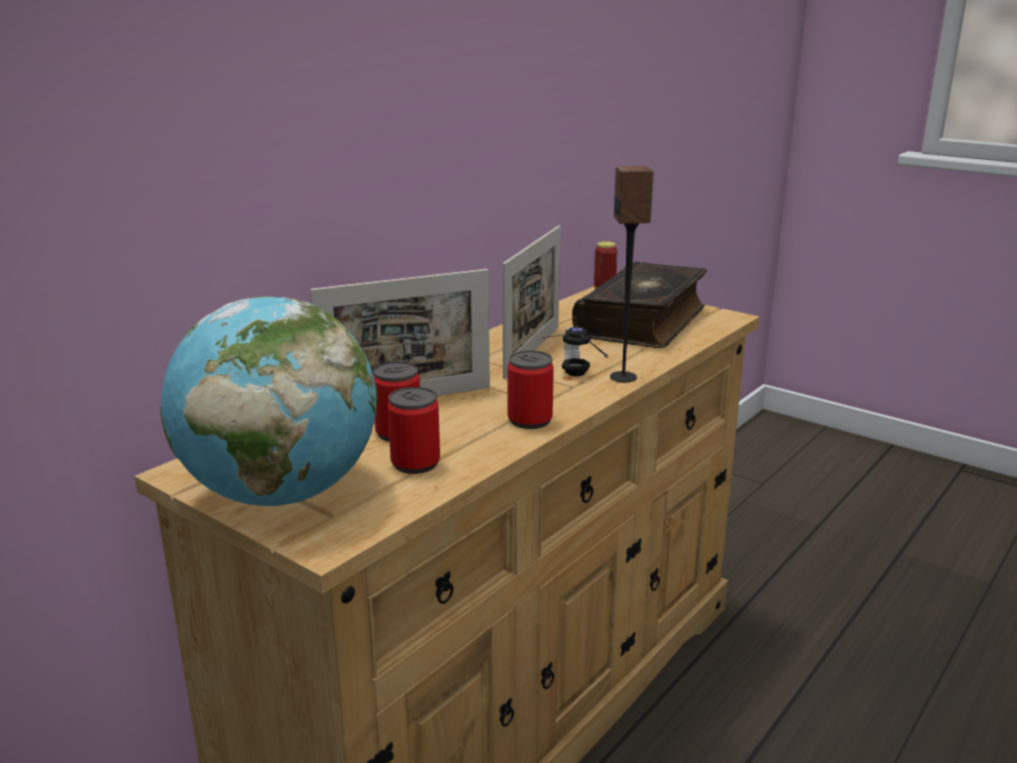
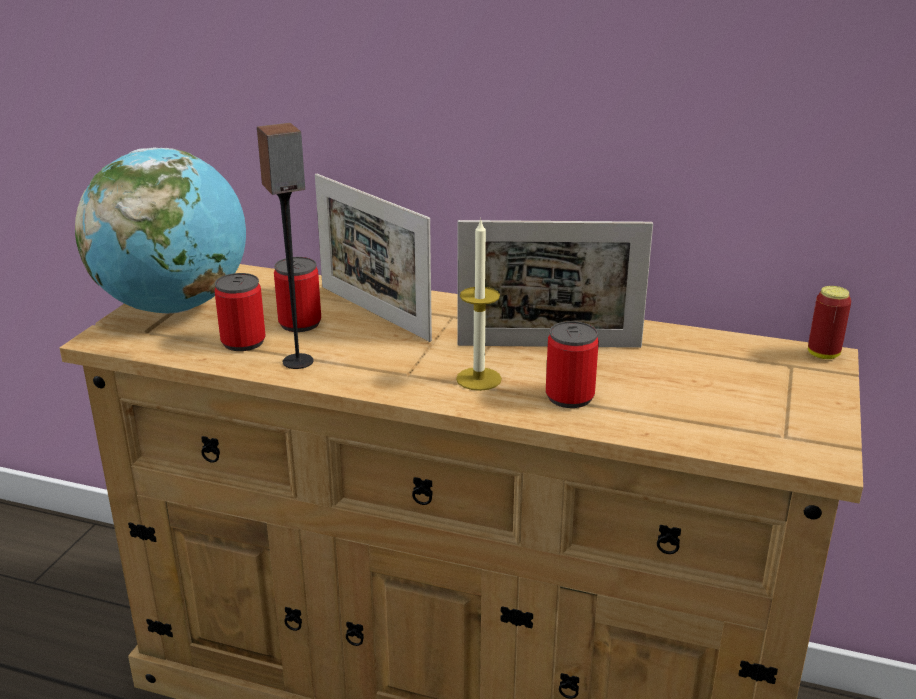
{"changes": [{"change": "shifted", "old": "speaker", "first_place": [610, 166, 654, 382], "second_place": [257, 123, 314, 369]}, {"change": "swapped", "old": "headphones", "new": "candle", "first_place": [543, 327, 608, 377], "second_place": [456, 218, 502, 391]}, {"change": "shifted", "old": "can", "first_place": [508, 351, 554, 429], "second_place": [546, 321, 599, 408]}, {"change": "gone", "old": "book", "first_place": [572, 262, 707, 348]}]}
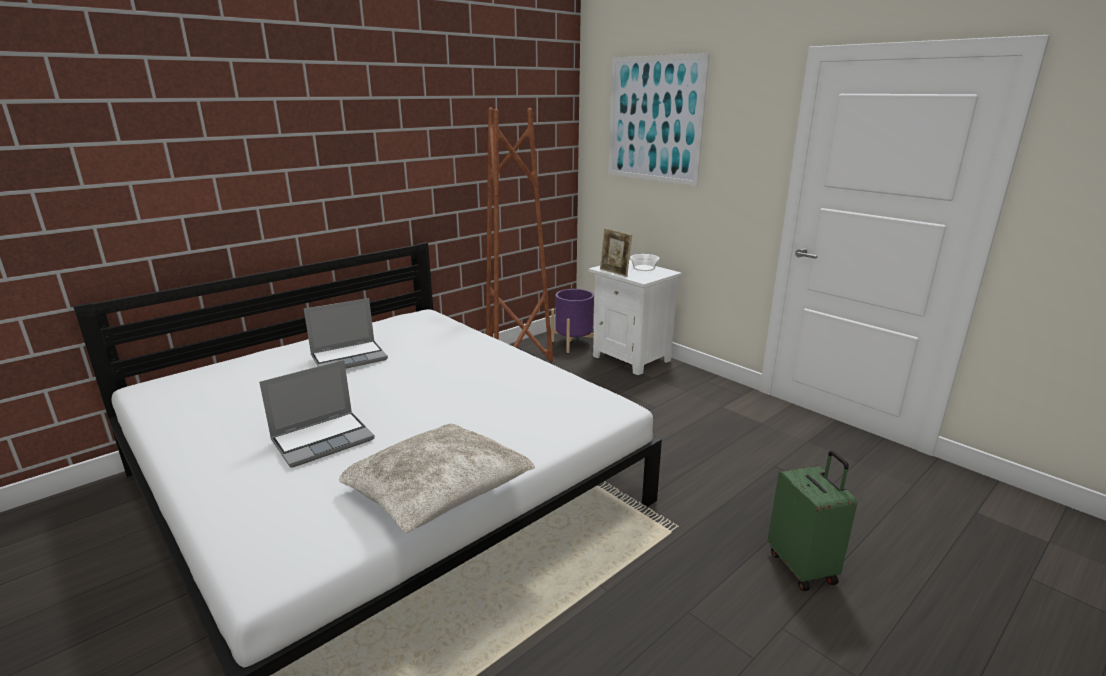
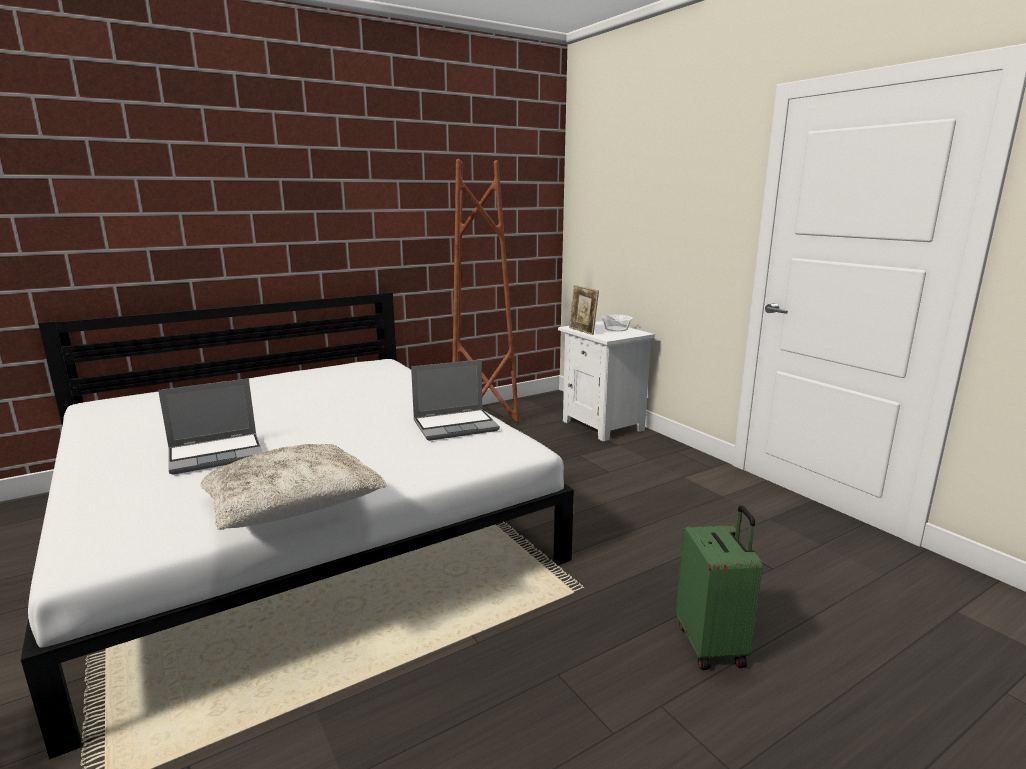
{"changes": [{"change": "shifted", "old": "laptop", "first_place": [304, 298, 388, 369], "second_place": [411, 360, 500, 441]}, {"change": "gone", "old": "purple planter", "first_place": [551, 289, 594, 353]}, {"change": "gone", "old": "picture", "first_place": [608, 53, 710, 186]}]}
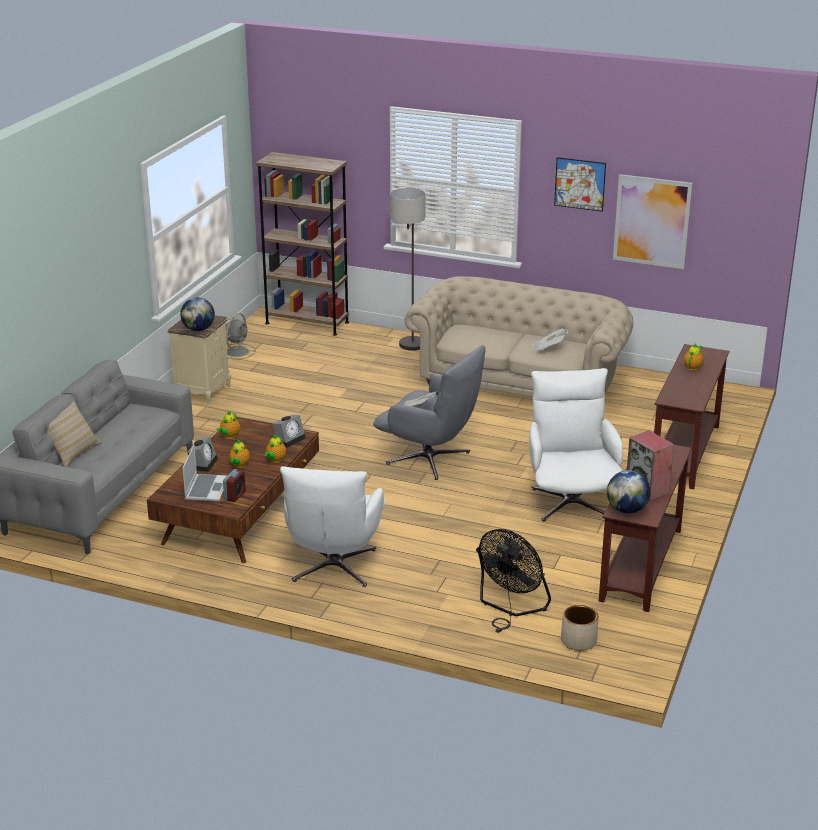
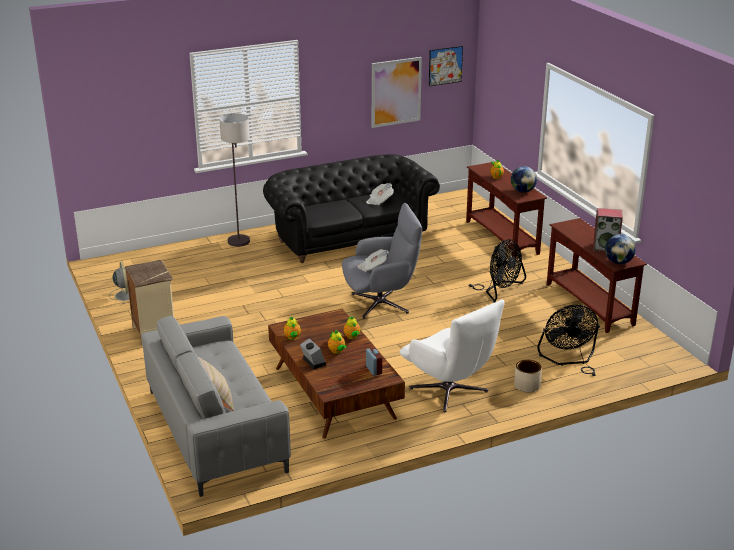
{"changes": [{"change": "repainted", "old": "beige sofa", "new": "black sofa", "first_place": [404, 276, 633, 397], "second_place": [263, 154, 440, 263]}, {"change": "shifted", "old": "picture", "first_place": [554, 157, 606, 212], "second_place": [429, 46, 463, 86]}, {"change": "swapped", "old": "white armchair", "new": "black fan", "first_place": [529, 368, 623, 522], "second_place": [469, 239, 526, 302]}, {"change": "shifted", "old": "globe", "first_place": [180, 297, 215, 331], "second_place": [511, 166, 537, 193]}, {"change": "shifted", "old": "beige planter", "first_place": [561, 605, 599, 651], "second_place": [514, 360, 542, 393]}, {"change": "gone", "old": "laptop", "first_place": [183, 445, 227, 501]}, {"change": "gone", "old": "brown bookcase", "first_place": [256, 152, 349, 336]}, {"change": "gone", "old": "alarm clock", "first_place": [273, 415, 305, 448]}]}
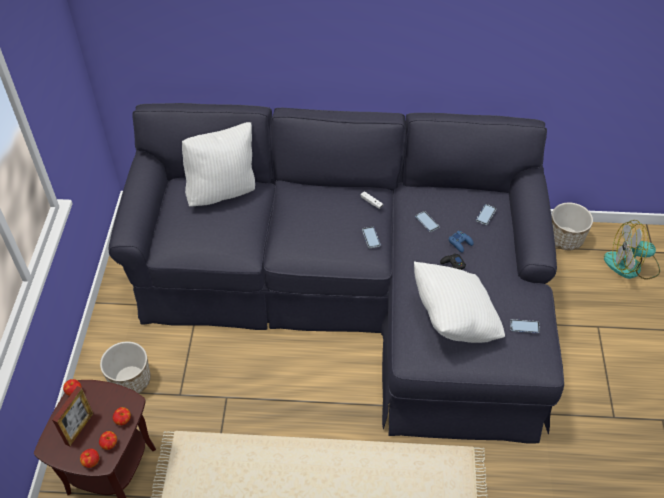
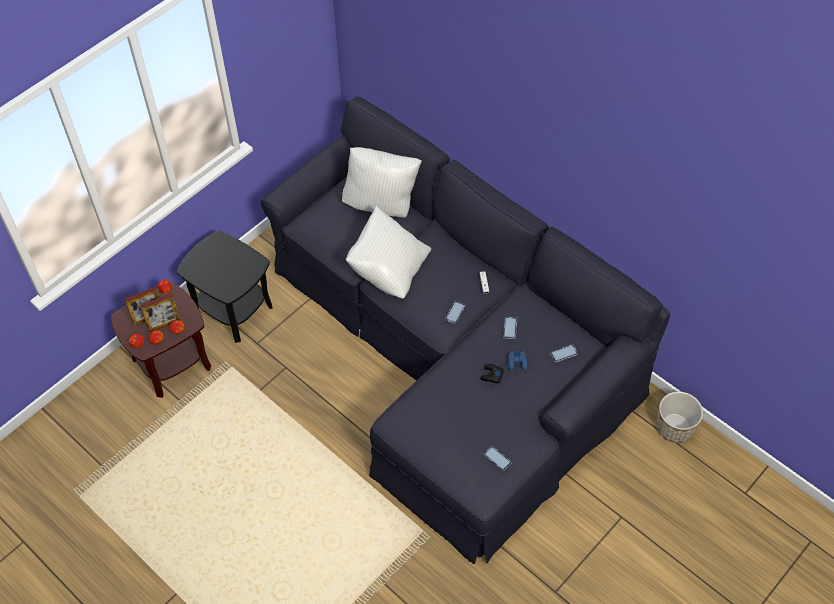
{"changes": [{"change": "new", "new": "picture frame", "second_place": [140, 294, 181, 332]}, {"change": "swapped", "old": "planter", "new": "black side table", "first_place": [100, 341, 151, 394], "second_place": [177, 230, 273, 343]}, {"change": "shifted", "old": "white pillow", "first_place": [414, 261, 505, 343], "second_place": [346, 206, 431, 299]}, {"change": "gone", "old": "fan", "first_place": [604, 220, 660, 280]}]}
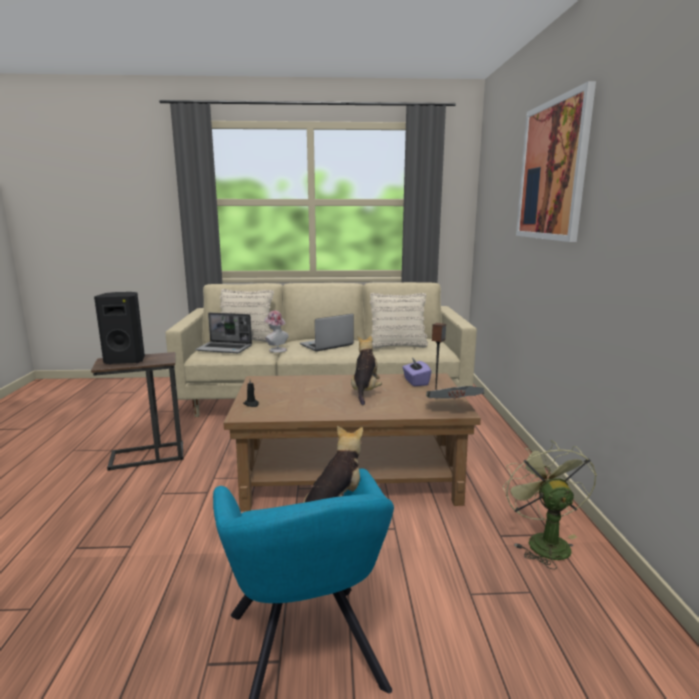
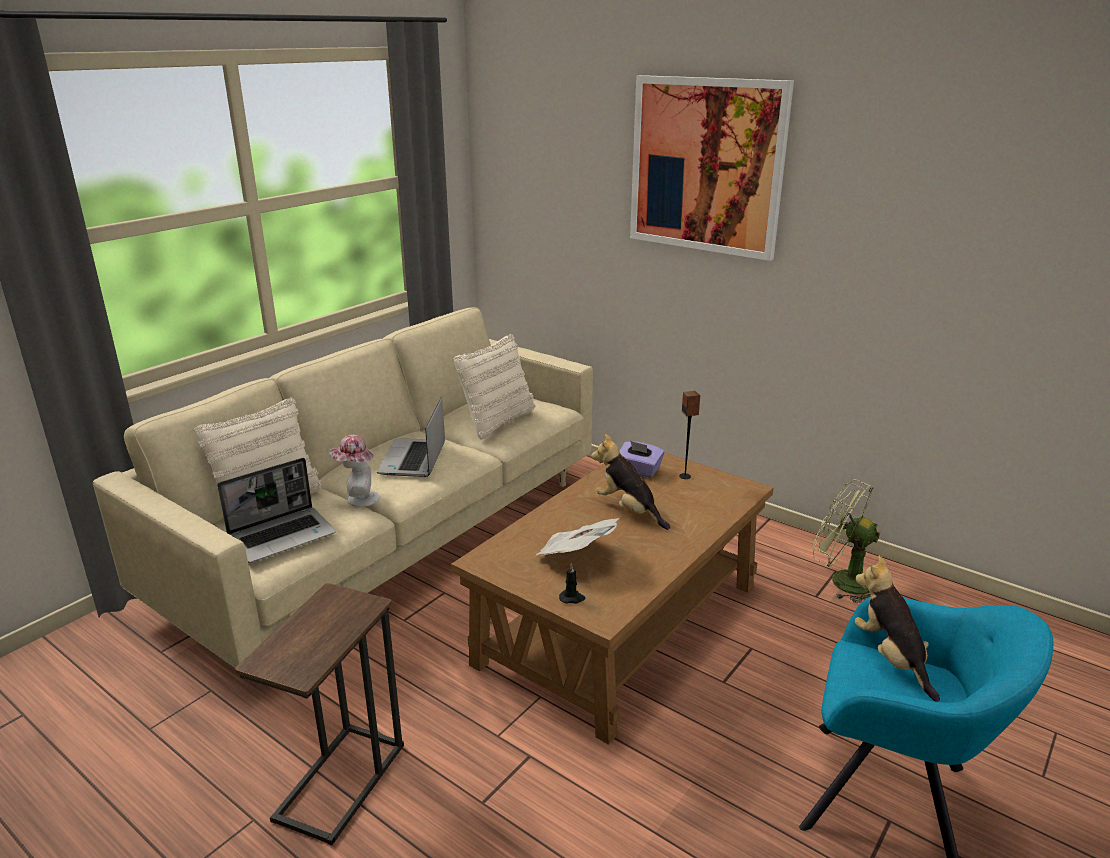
{"changes": [{"change": "shifted", "old": "newspaper", "first_place": [426, 386, 485, 399], "second_place": [536, 518, 620, 555]}, {"change": "gone", "old": "black speaker", "first_place": [94, 292, 145, 364]}]}
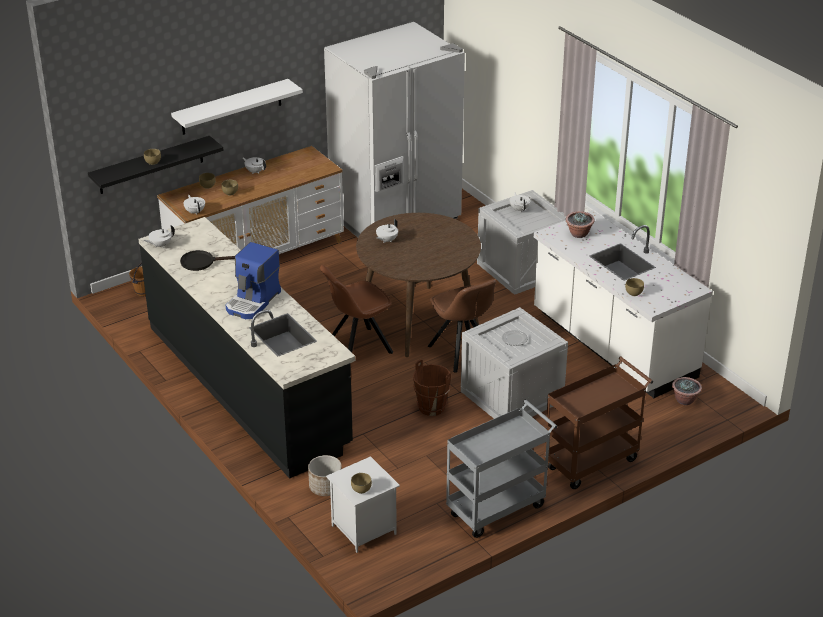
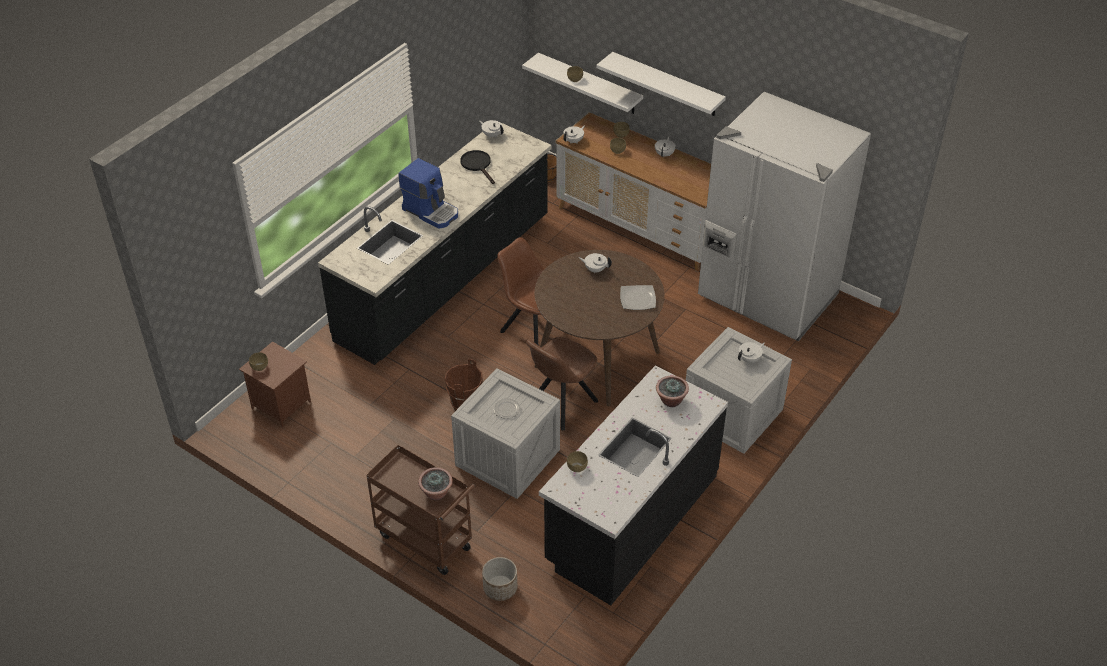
{"changes": [{"change": "repainted", "old": "grey nightstand", "new": "brown nightstand", "first_place": [326, 456, 400, 553], "second_place": [239, 341, 311, 427]}, {"change": "rotated", "old": "coffee machine", "first_place": [226, 242, 281, 319], "second_place": [398, 158, 458, 229], "degrees": -150}, {"change": "shifted", "old": "potted plant", "first_place": [672, 377, 702, 405], "second_place": [418, 467, 453, 500]}, {"change": "shifted", "old": "planter", "first_place": [308, 455, 342, 496], "second_place": [482, 557, 517, 601]}, {"change": "repainted", "old": "black shelf", "new": "white shelf", "first_place": [88, 136, 224, 194], "second_place": [522, 53, 643, 114]}, {"change": "repainted", "old": "white counter", "new": "black counter", "first_place": [534, 210, 713, 398], "second_place": [539, 365, 728, 606]}, {"change": "new", "new": "plate", "second_place": [620, 285, 656, 310]}, {"change": "gone", "old": "grey cart", "first_place": [446, 399, 558, 538]}]}
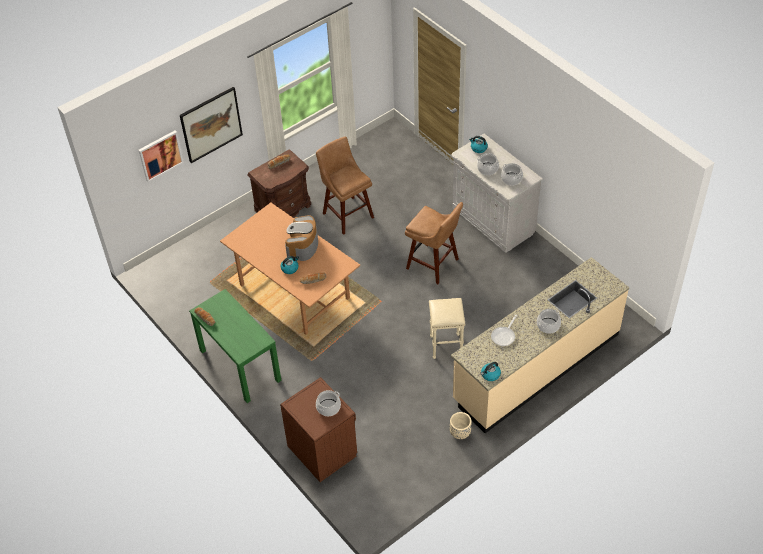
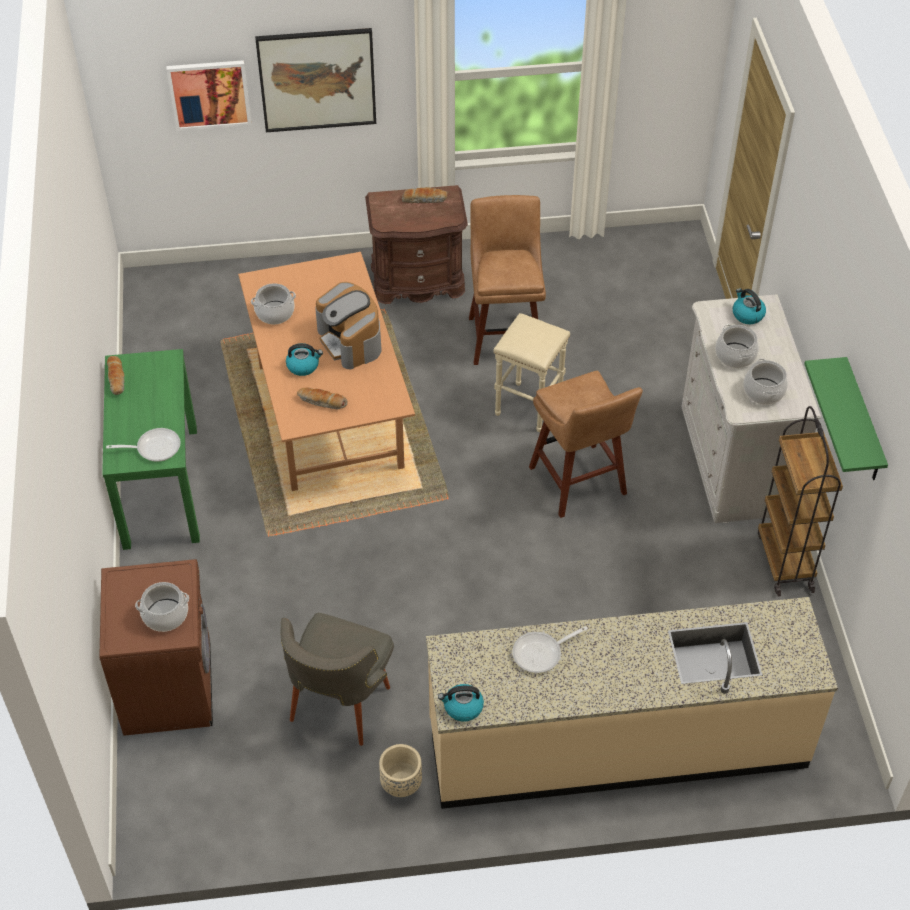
{"changes": [{"change": "new", "new": "frying pan", "second_place": [106, 428, 181, 462]}, {"change": "shifted", "old": "cooking pot", "first_place": [537, 309, 561, 334], "second_place": [251, 283, 296, 325]}, {"change": "new", "new": "grey chair", "second_place": [280, 613, 394, 746]}, {"change": "rotated", "old": "coffee machine", "first_place": [285, 215, 318, 261], "second_place": [315, 282, 382, 369], "degrees": -75}, {"change": "shifted", "old": "beige stool", "first_place": [429, 298, 465, 359], "second_place": [493, 313, 570, 432]}, {"change": "new", "new": "brown cart", "second_place": [758, 406, 843, 597]}, {"change": "new", "new": "green shelf", "second_place": [804, 357, 888, 480]}]}
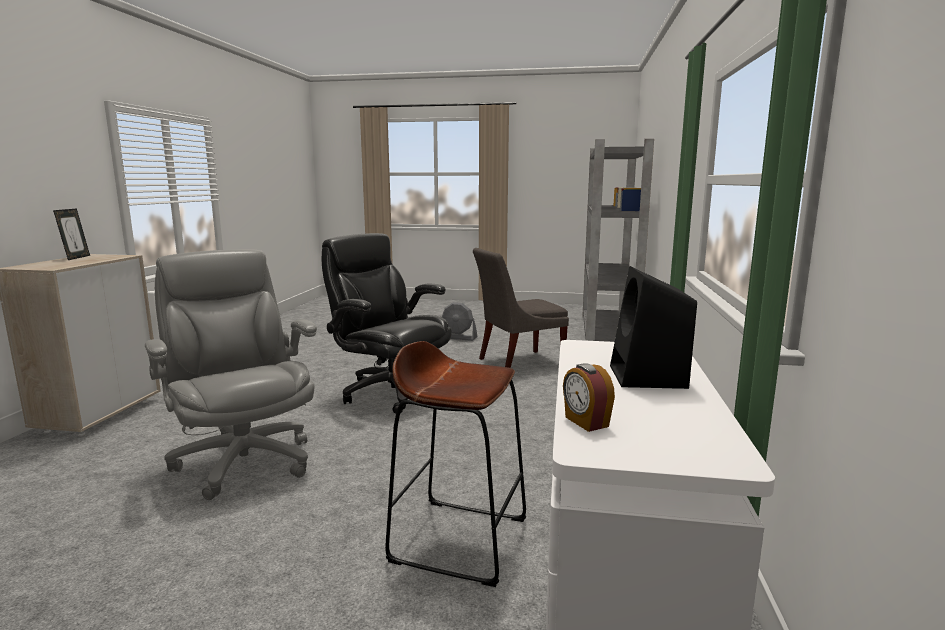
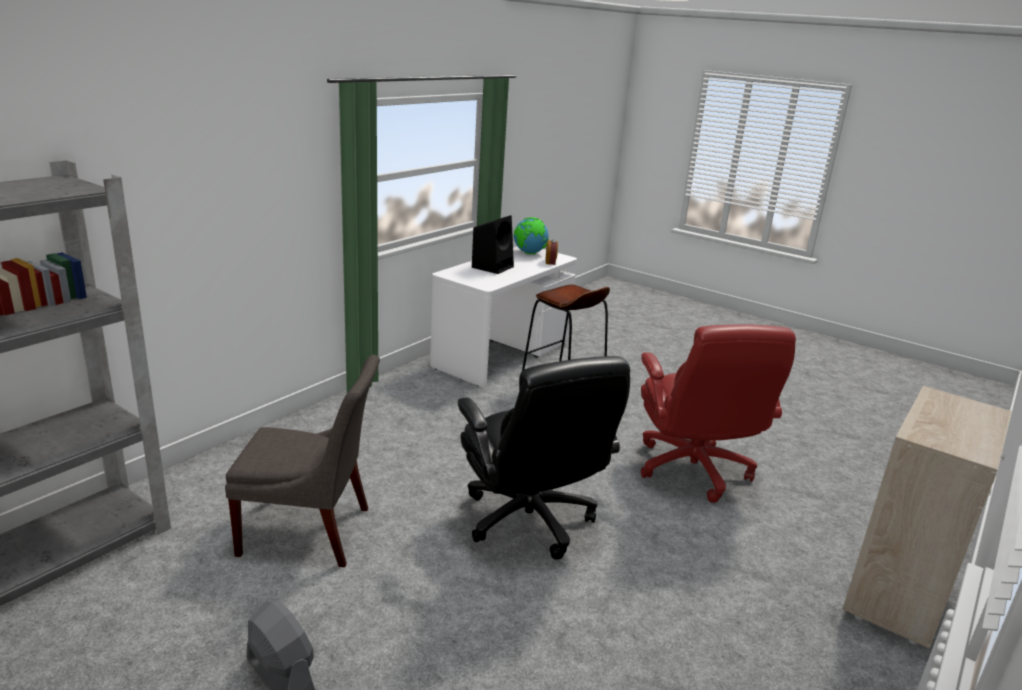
{"changes": [{"change": "new", "new": "globe", "second_place": [513, 217, 549, 254]}, {"change": "repainted", "old": "grey office chair", "new": "red office chair", "first_place": [145, 249, 317, 500], "second_place": [641, 324, 796, 503]}, {"change": "gone", "old": "picture frame", "first_place": [53, 209, 90, 260]}]}
